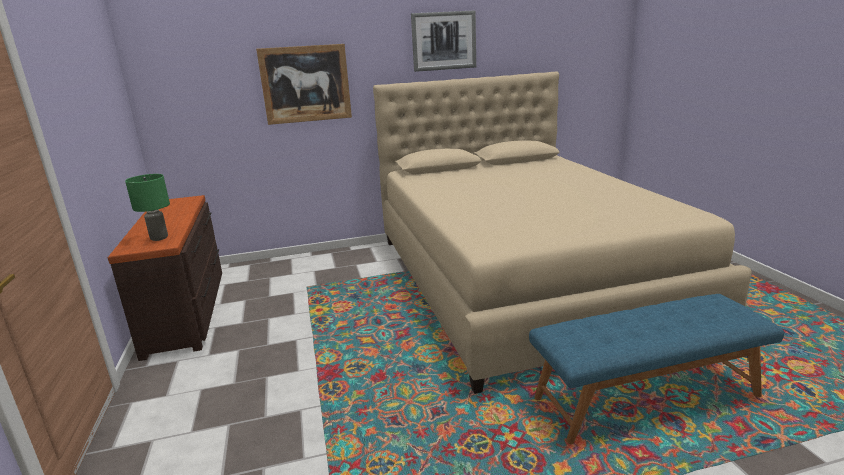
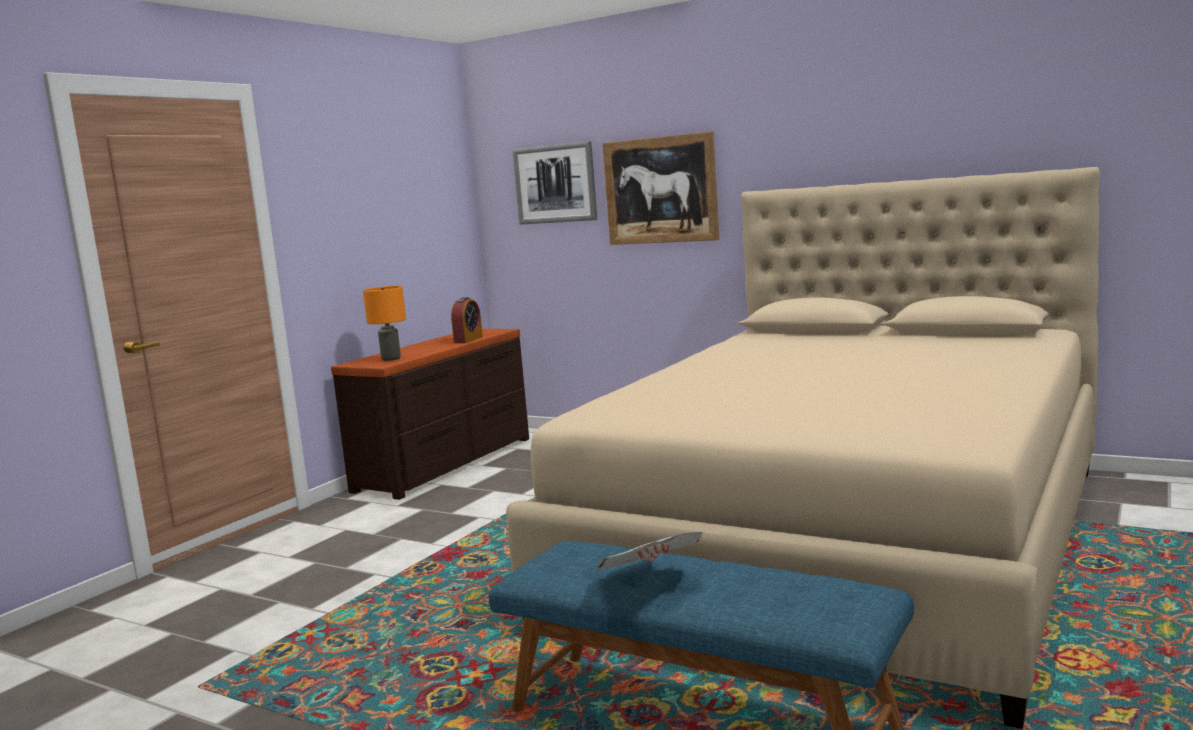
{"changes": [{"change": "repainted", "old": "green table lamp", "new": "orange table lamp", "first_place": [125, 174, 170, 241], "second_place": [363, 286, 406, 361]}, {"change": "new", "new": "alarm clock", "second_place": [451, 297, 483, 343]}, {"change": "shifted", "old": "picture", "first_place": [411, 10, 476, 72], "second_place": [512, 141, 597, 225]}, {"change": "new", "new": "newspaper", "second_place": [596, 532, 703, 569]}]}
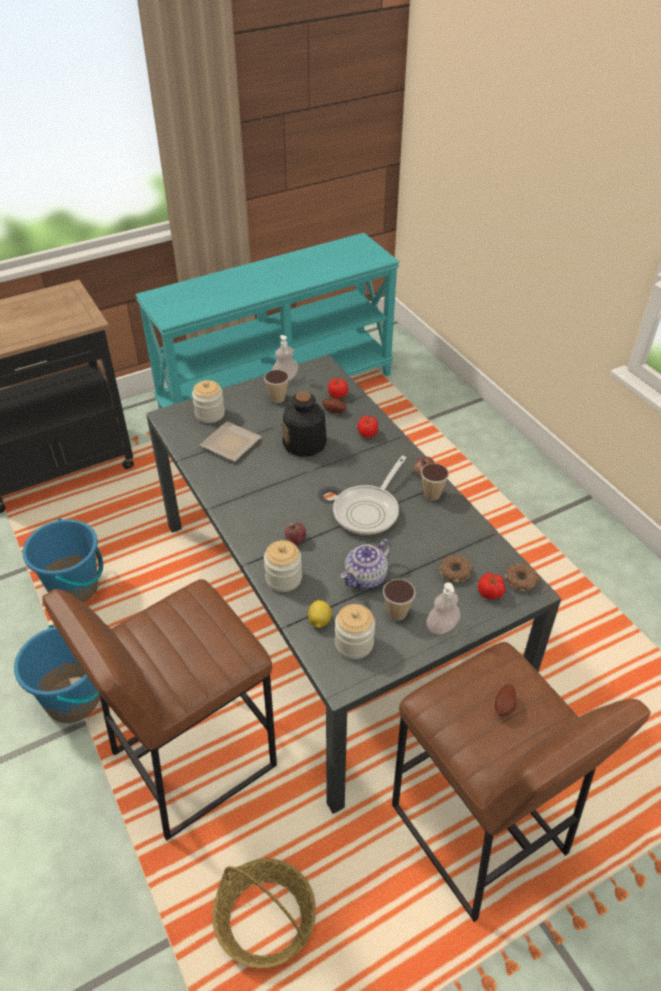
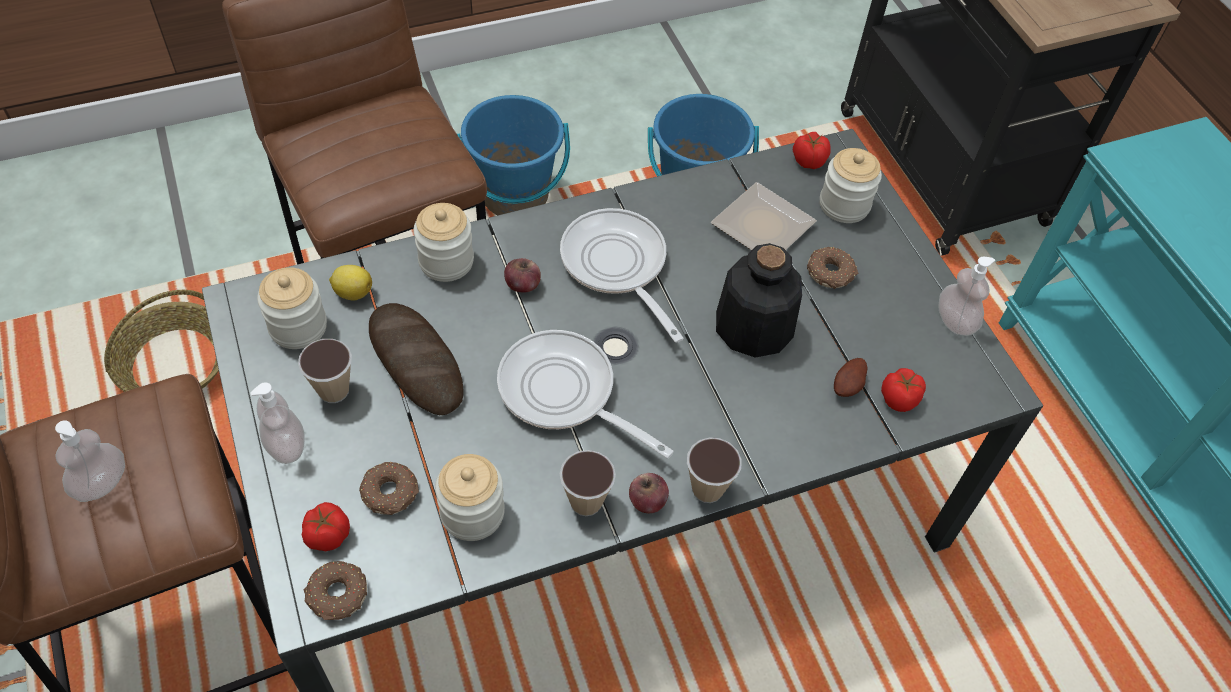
{"changes": [{"change": "swapped", "old": "potato", "new": "soap dispenser", "first_place": [495, 684, 517, 716], "second_place": [55, 420, 125, 502]}, {"change": "swapped", "old": "teapot", "new": "bread", "first_place": [340, 539, 391, 589], "second_place": [369, 303, 464, 415]}, {"change": "new", "new": "jar", "second_place": [435, 454, 505, 541]}, {"change": "new", "new": "frying pan", "second_place": [560, 208, 684, 343]}, {"change": "shifted", "old": "cup", "first_place": [264, 370, 289, 403], "second_place": [687, 437, 741, 503]}, {"change": "shifted", "old": "tomato", "first_place": [357, 416, 378, 438], "second_place": [793, 132, 831, 169]}, {"change": "new", "new": "donut", "second_place": [807, 247, 858, 289]}]}
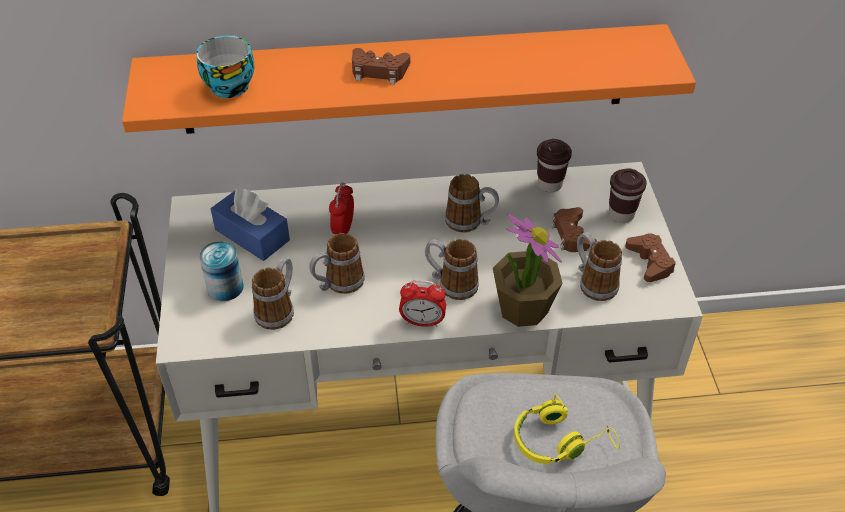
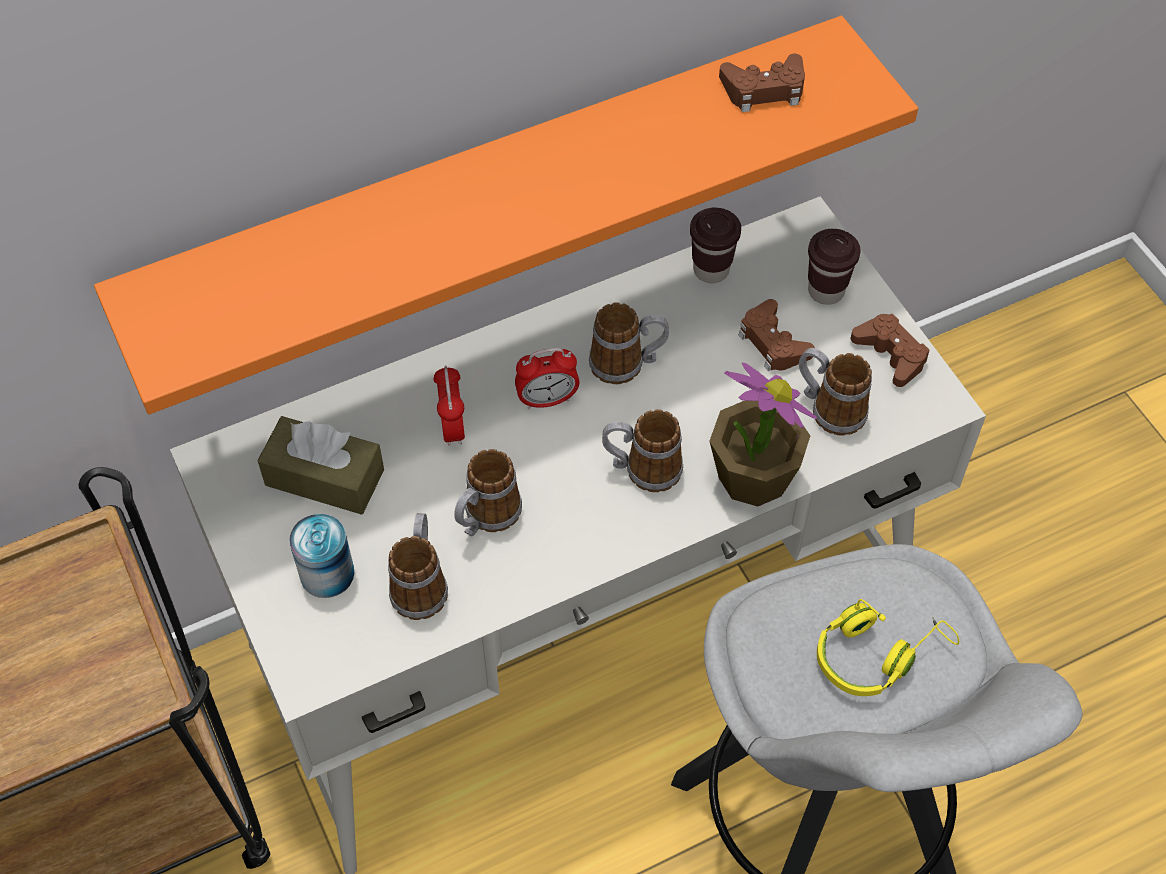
{"changes": [{"change": "repainted", "old": "blue tissue box", "new": "brown tissue box", "first_place": [211, 189, 290, 261], "second_place": [257, 416, 384, 515]}, {"change": "shifted", "old": "alarm clock", "first_place": [399, 280, 446, 327], "second_place": [515, 348, 579, 409]}, {"change": "shifted", "old": "brown game controller", "first_place": [352, 48, 410, 84], "second_place": [719, 54, 805, 112]}, {"change": "gone", "old": "cup", "first_place": [196, 36, 255, 98]}]}
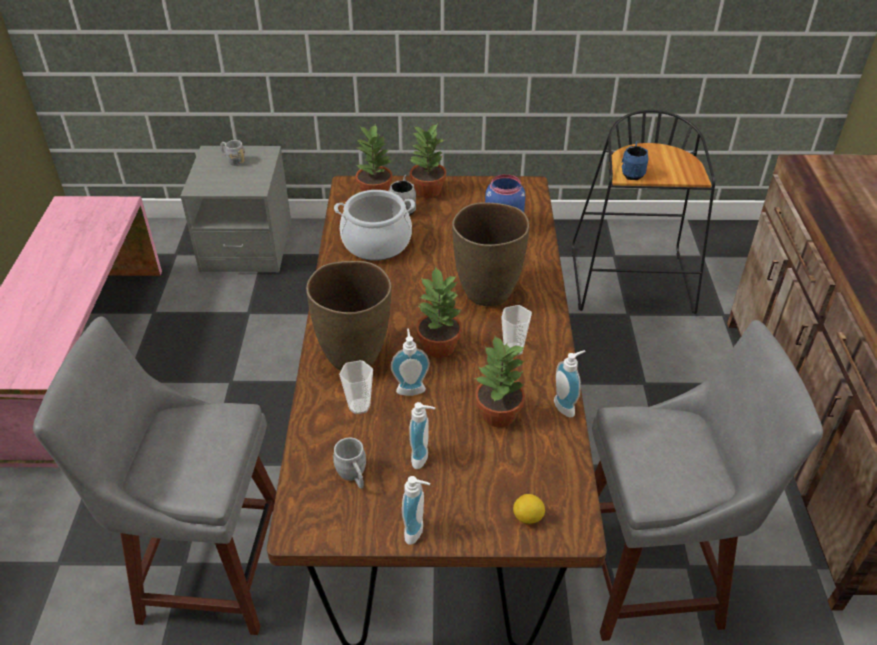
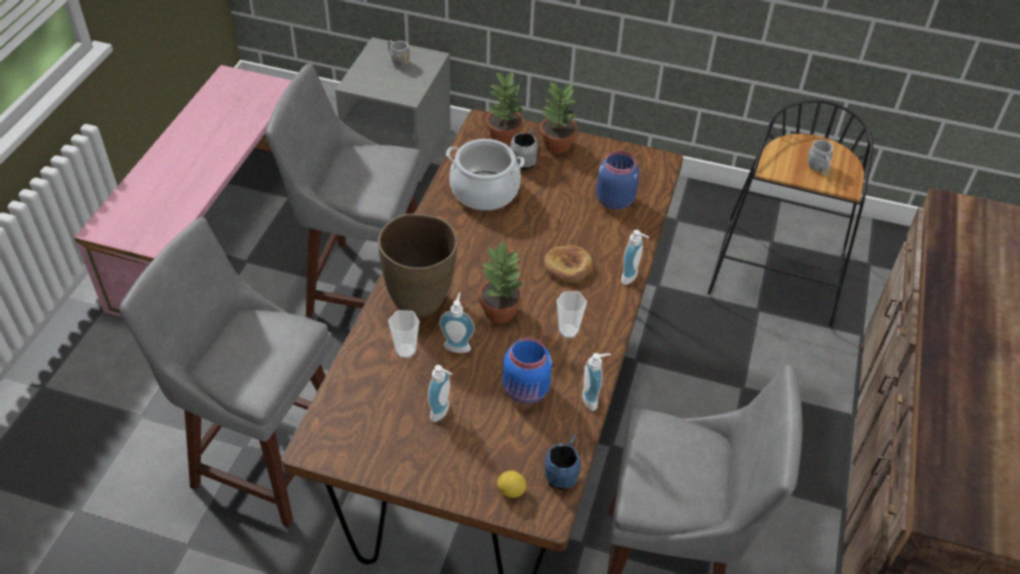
{"changes": [{"change": "new", "new": "grey chair", "second_place": [266, 64, 423, 317]}, {"change": "swapped", "old": "potted plant", "new": "blue jar", "first_place": [474, 336, 525, 428], "second_place": [503, 337, 552, 404]}, {"change": "swapped", "old": "brown vase", "new": "bread", "first_place": [452, 202, 529, 306], "second_place": [544, 246, 593, 283]}, {"change": "shifted", "old": "blue mug", "first_place": [622, 141, 648, 180], "second_place": [544, 435, 581, 490]}, {"change": "shifted", "old": "soap dispenser", "first_place": [402, 476, 430, 545], "second_place": [621, 230, 649, 285]}, {"change": "shifted", "old": "grey mug", "first_place": [333, 437, 366, 489], "second_place": [808, 140, 833, 175]}]}
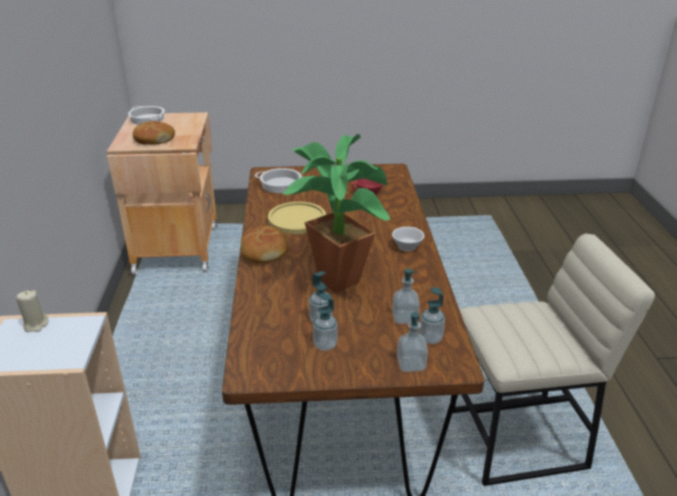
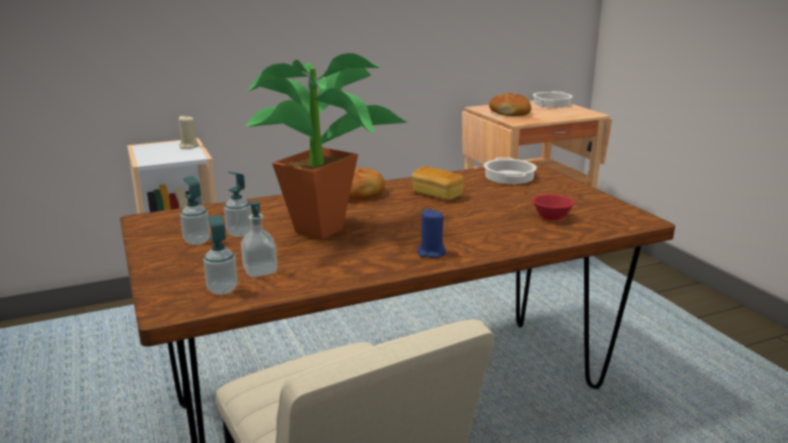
{"changes": [{"change": "swapped", "old": "yellow plate", "new": "bread", "first_place": [268, 202, 326, 234], "second_place": [412, 166, 464, 200]}, {"change": "swapped", "old": "white cup", "new": "blue candle", "first_place": [392, 227, 424, 251], "second_place": [417, 209, 446, 258]}, {"change": "gone", "old": "soap dispenser", "first_place": [397, 312, 428, 372]}]}
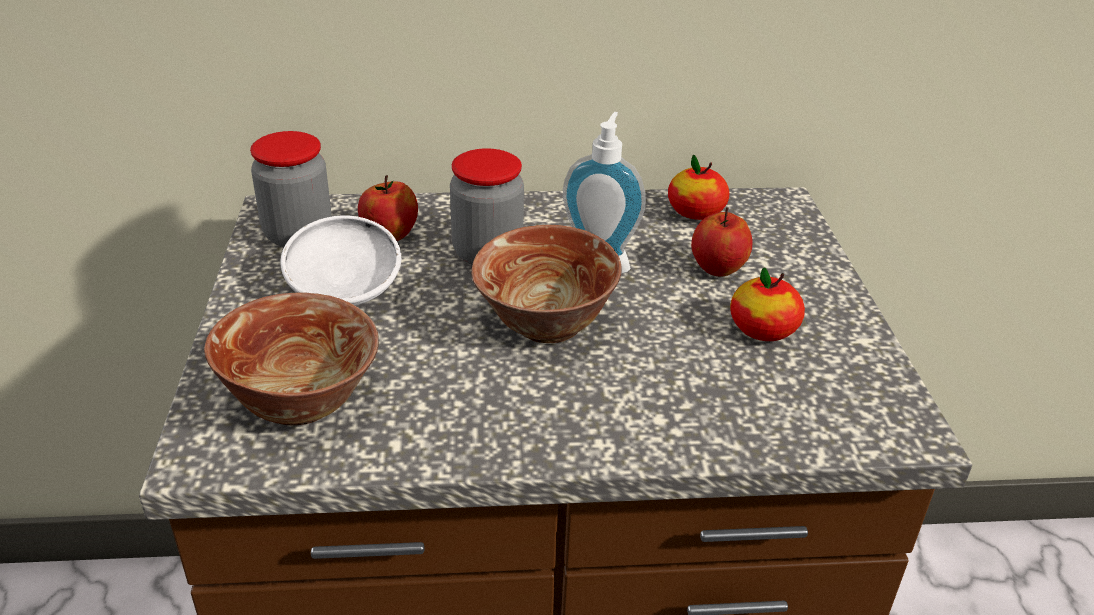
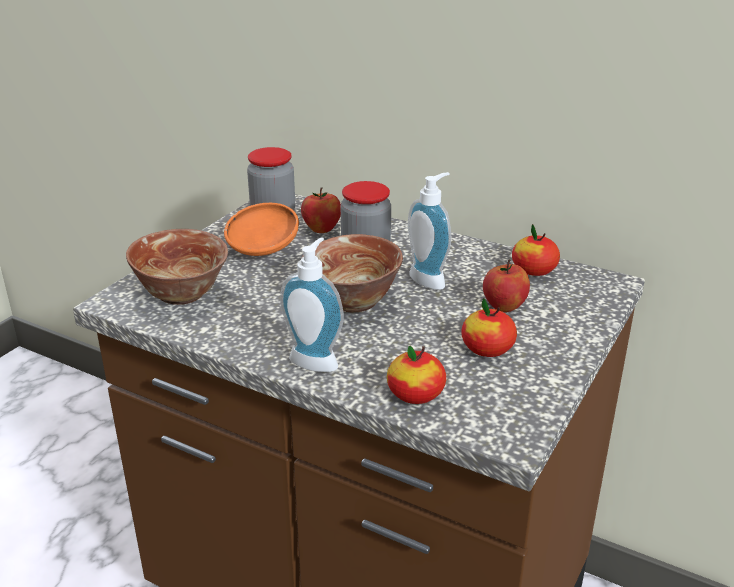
{"changes": [{"change": "repainted", "old": "white bowl", "new": "orange bowl", "first_place": [281, 215, 401, 306], "second_place": [224, 203, 299, 256]}, {"change": "new", "new": "soap dispenser", "second_place": [280, 237, 344, 372]}, {"change": "new", "new": "apple", "second_place": [387, 346, 446, 404]}]}
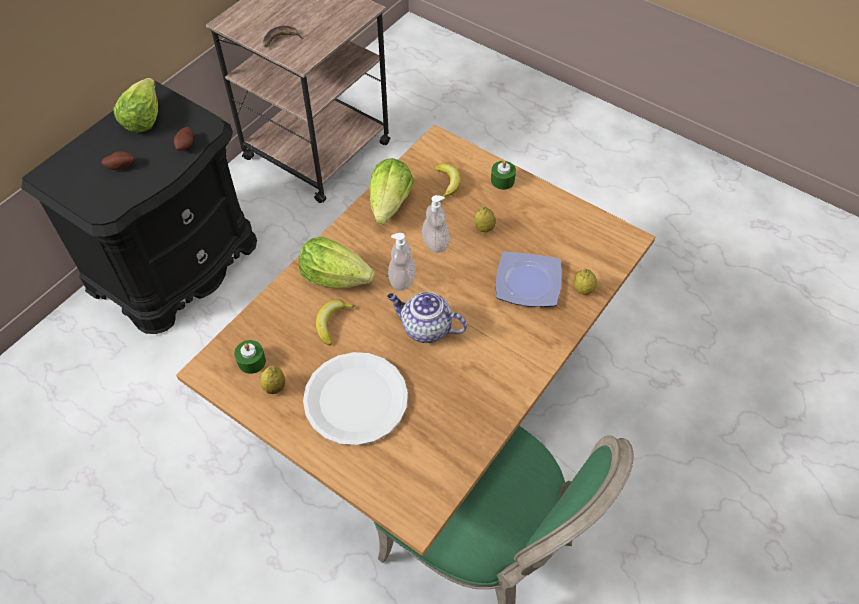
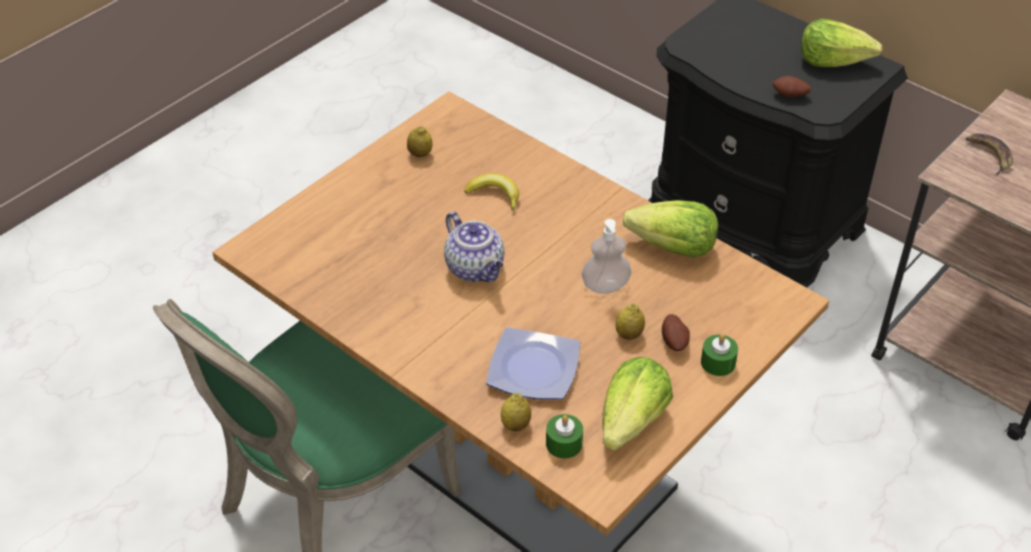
{"changes": [{"change": "rotated", "old": "teapot", "first_place": [387, 292, 467, 343], "second_place": [444, 211, 505, 282], "degrees": 120}, {"change": "shifted", "old": "green candle", "first_place": [234, 340, 266, 374], "second_place": [546, 414, 583, 458]}, {"change": "shifted", "old": "lettuce", "first_place": [298, 236, 375, 289], "second_place": [602, 357, 673, 450]}, {"change": "shifted", "old": "potato", "first_place": [102, 151, 134, 170], "second_place": [662, 314, 690, 351]}, {"change": "gone", "old": "white plate", "first_place": [303, 352, 408, 445]}, {"change": "gone", "old": "soap dispenser", "first_place": [388, 233, 416, 291]}, {"change": "gone", "old": "banana", "first_place": [435, 163, 461, 197]}]}
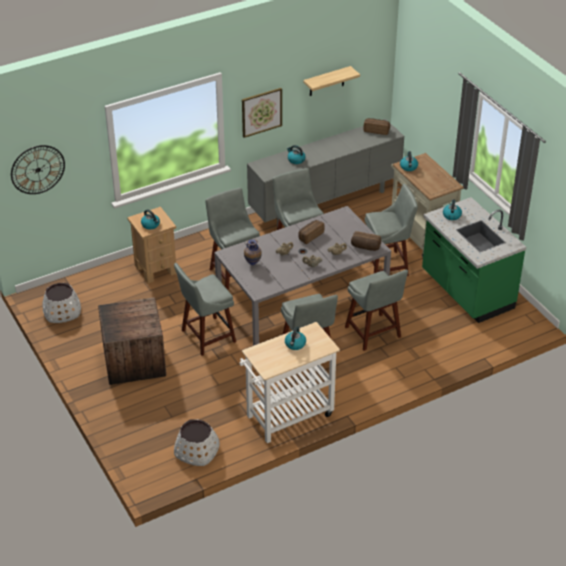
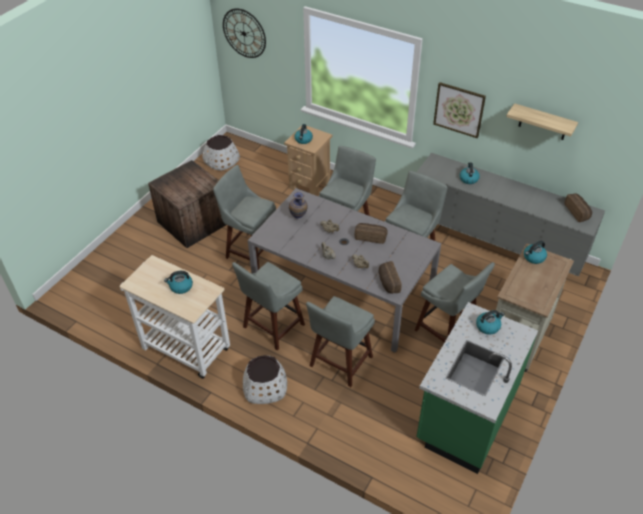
{"changes": [{"change": "shifted", "old": "white planter", "first_place": [174, 419, 220, 466], "second_place": [243, 355, 287, 404]}]}
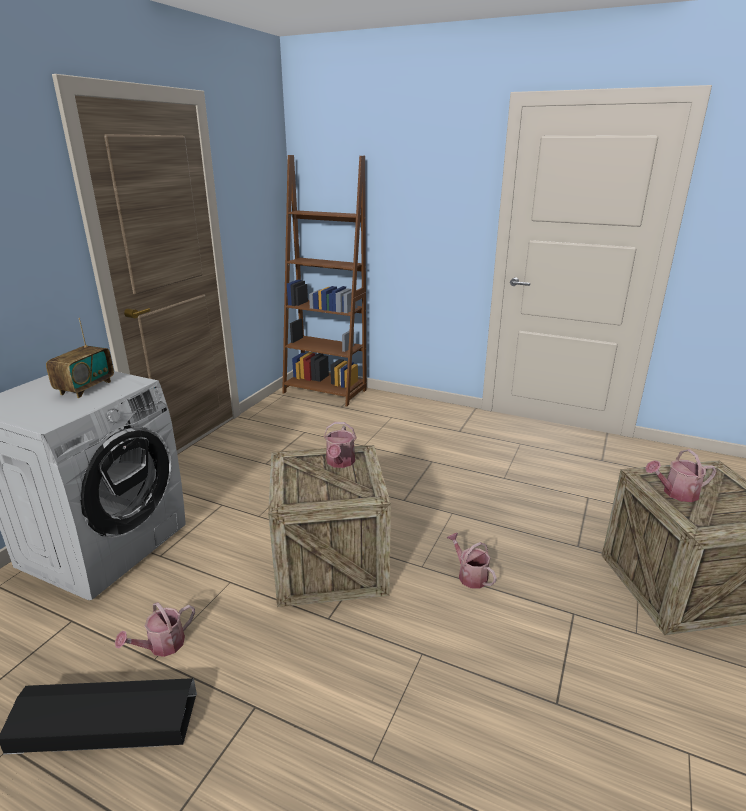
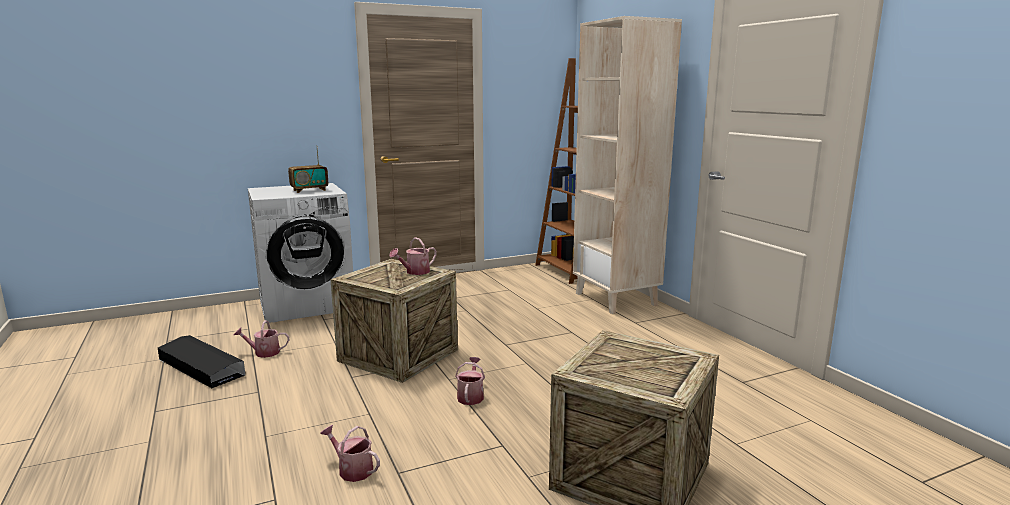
{"changes": [{"change": "shifted", "old": "watering can", "first_place": [645, 449, 717, 502], "second_place": [320, 425, 380, 482]}, {"change": "new", "new": "beige bookcase", "second_place": [573, 16, 682, 314]}]}
